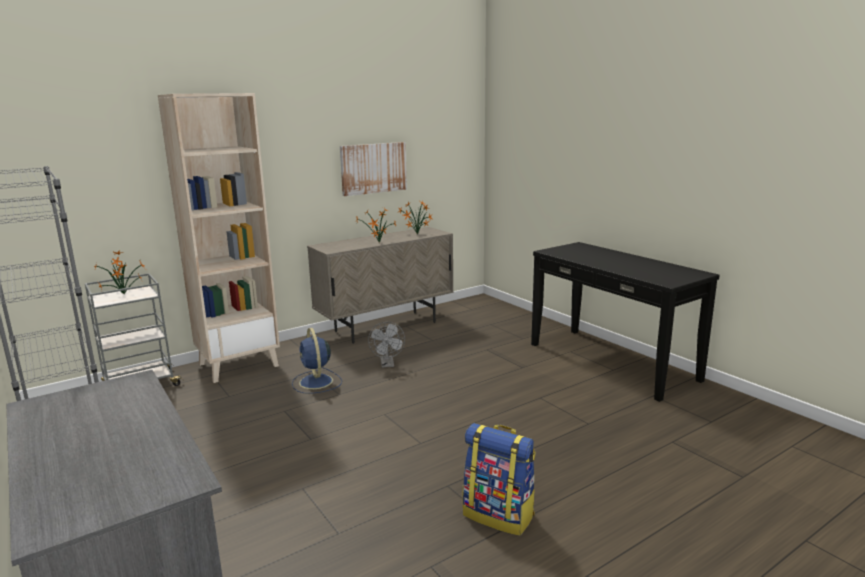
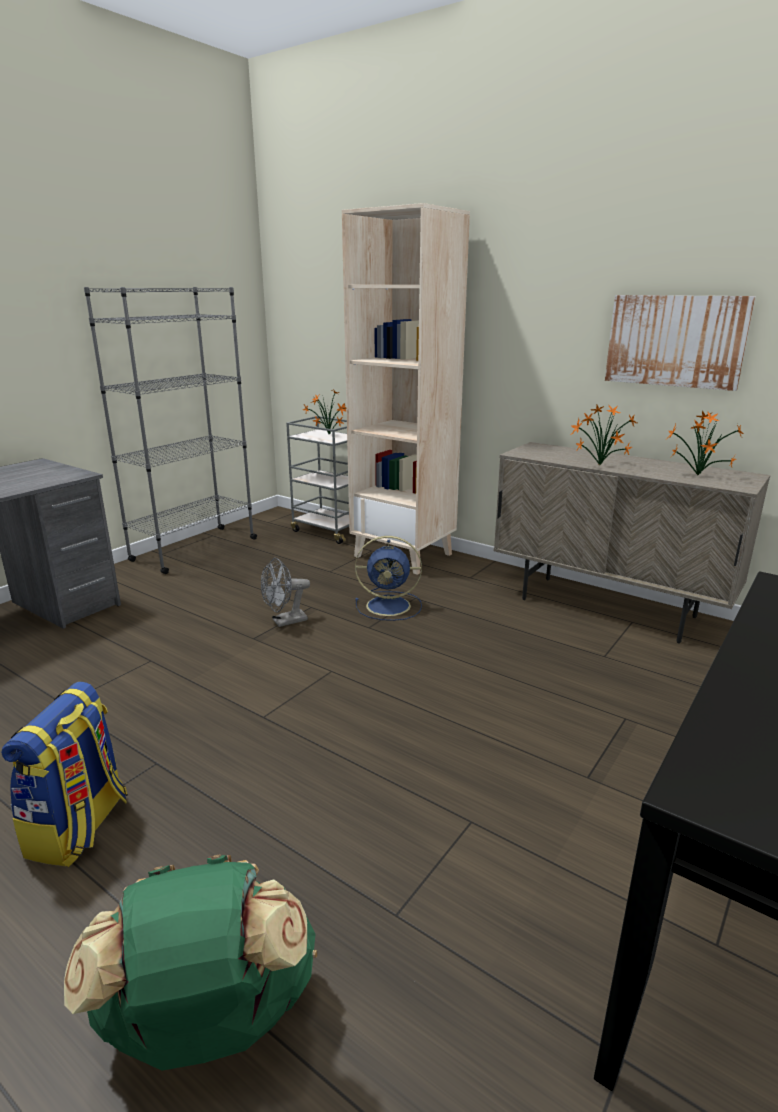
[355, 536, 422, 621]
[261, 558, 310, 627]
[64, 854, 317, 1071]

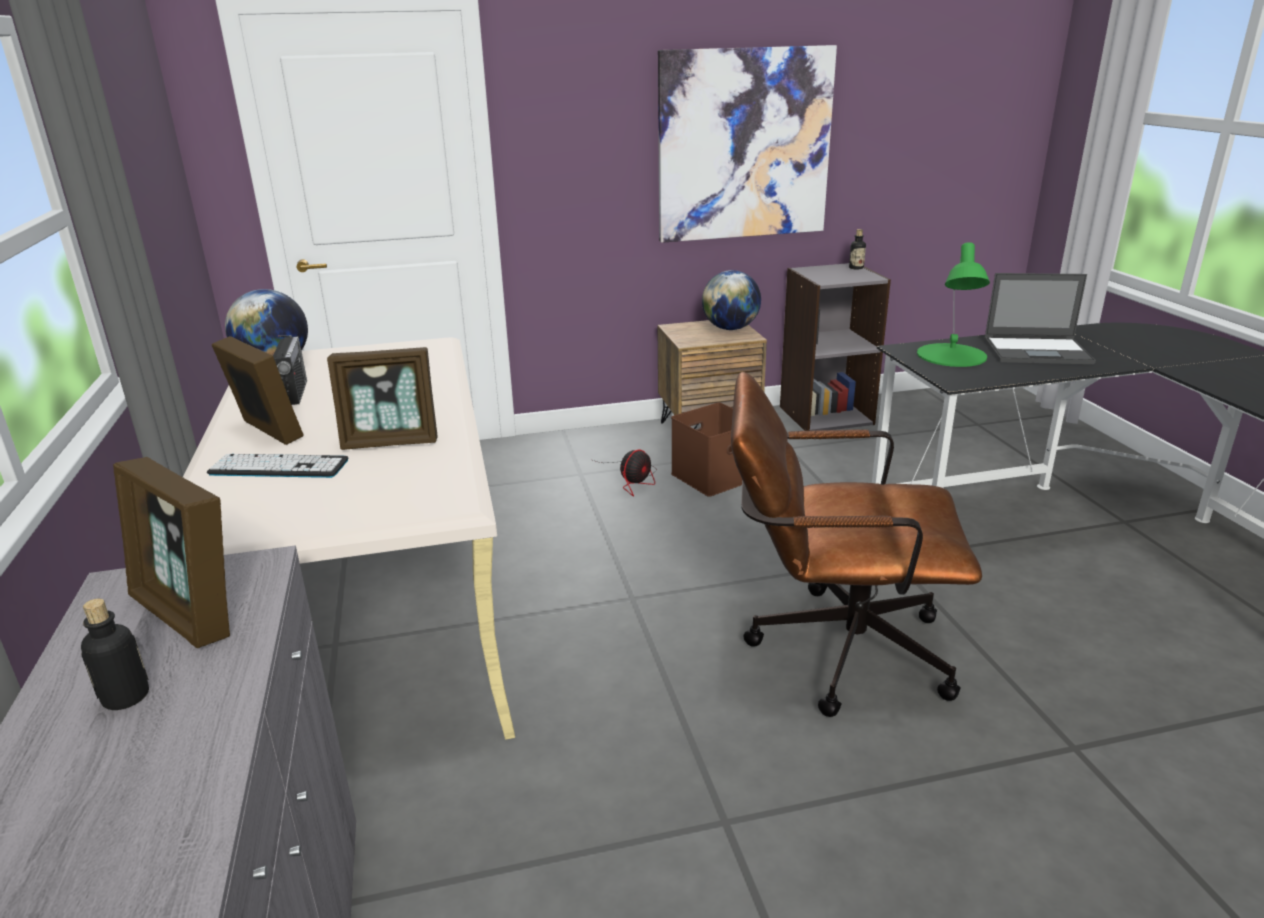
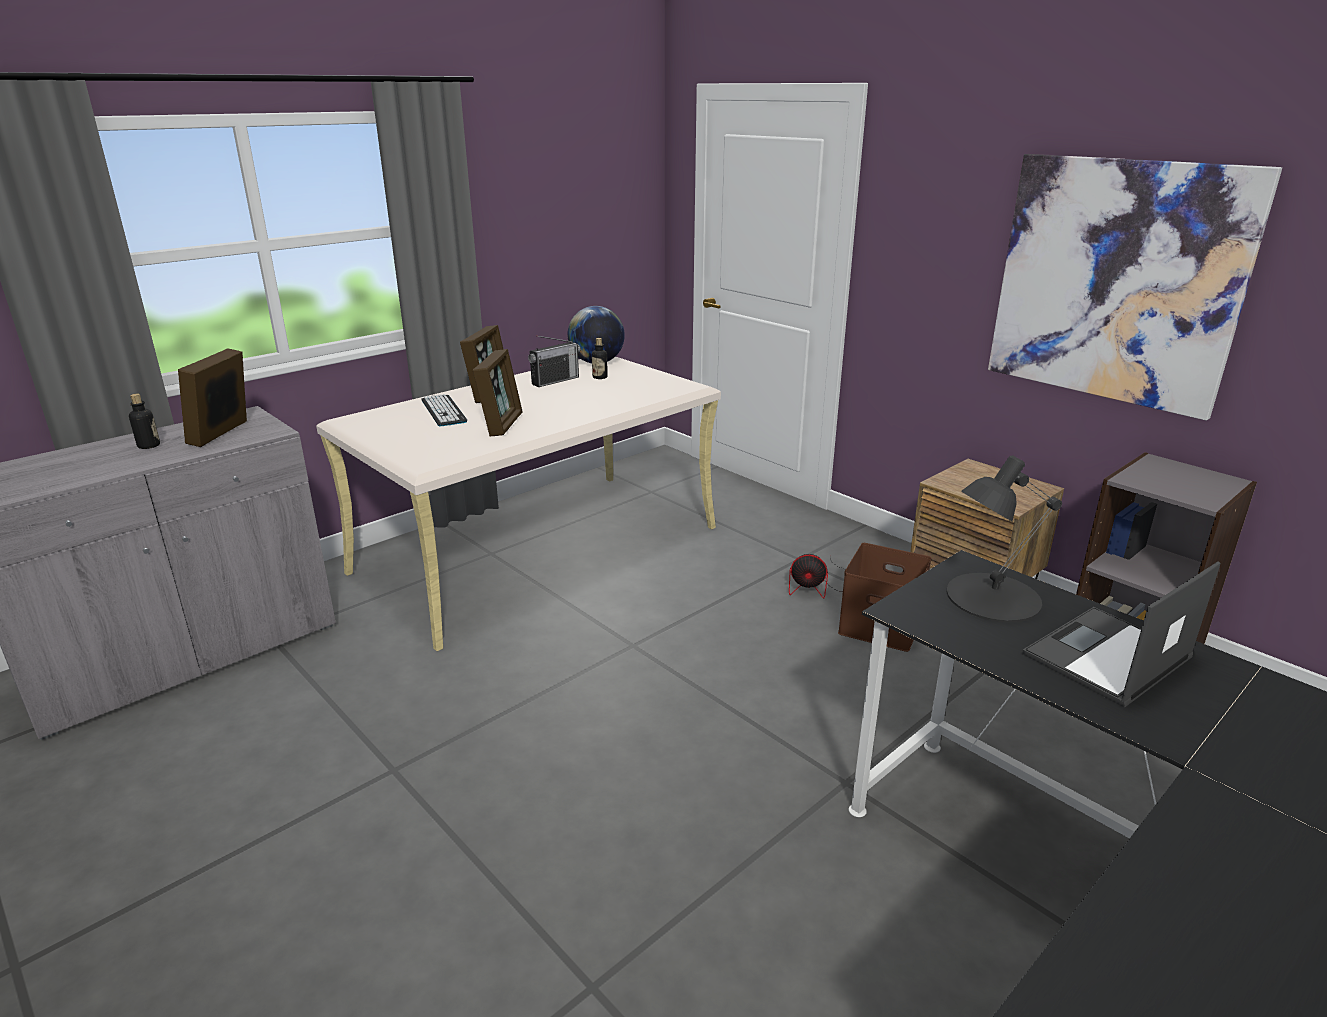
[473, 349, 523, 436]
[702, 270, 761, 330] (first image)
[731, 372, 982, 717] (first image)
[592, 338, 608, 379]
[947, 455, 1062, 623]
[1022, 562, 1221, 708]

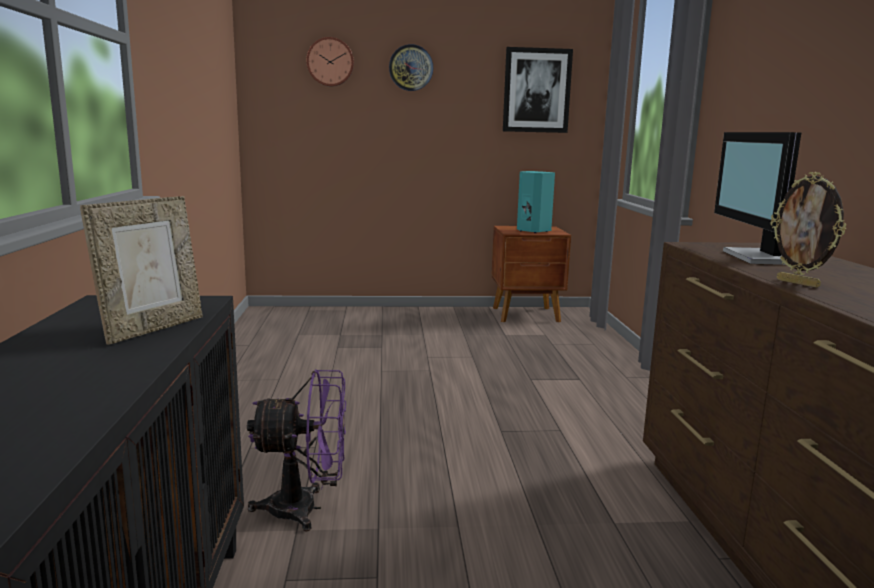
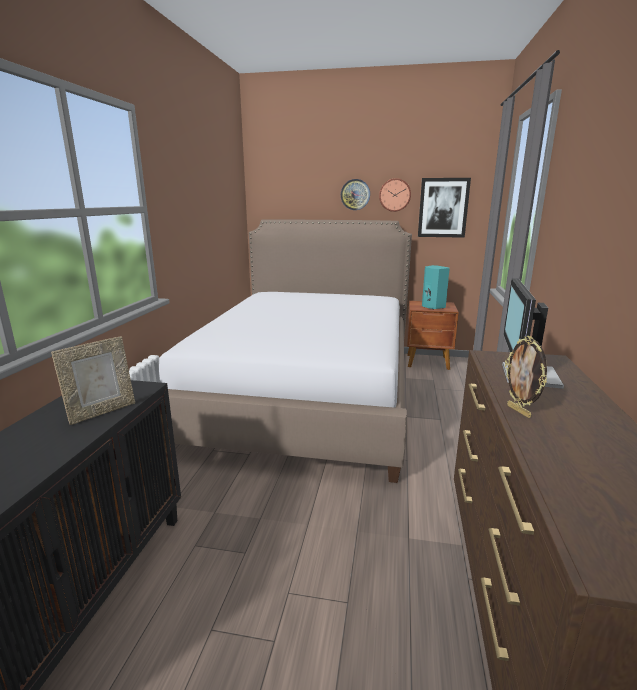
[247, 369, 346, 532] (first image)
[379, 178, 411, 212]
[159, 219, 412, 483]

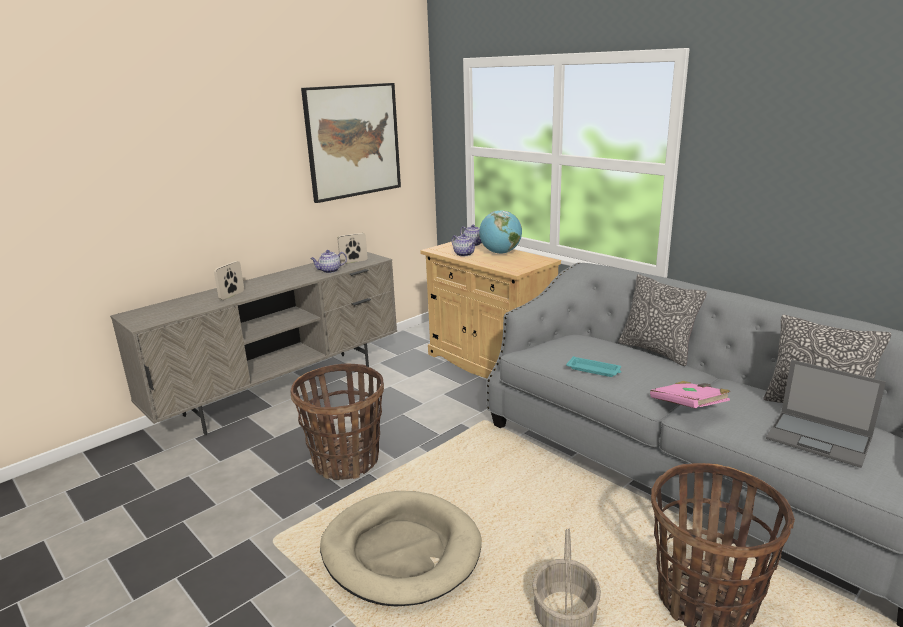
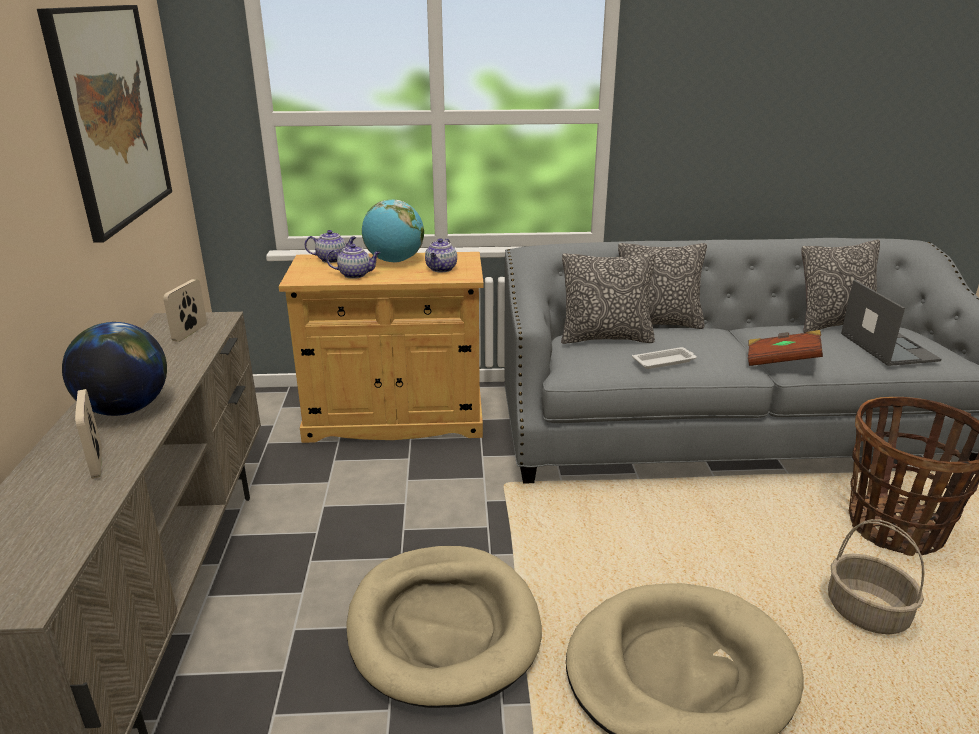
[346, 546, 542, 708]
[425, 238, 457, 272]
[632, 347, 697, 369]
[748, 330, 823, 366]
[841, 280, 941, 366]
[62, 322, 167, 416]
[561, 253, 656, 344]

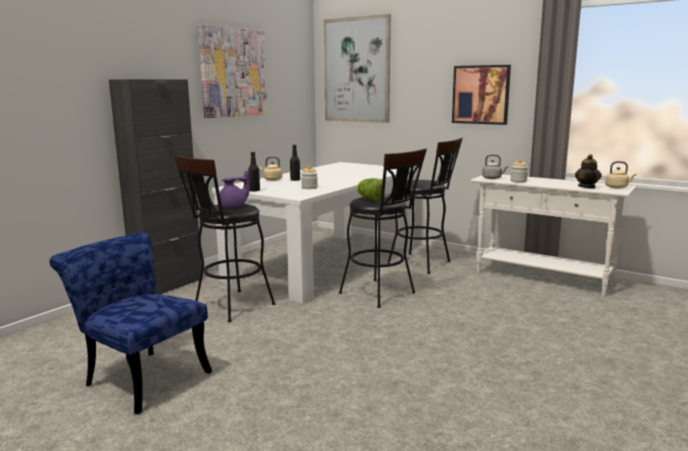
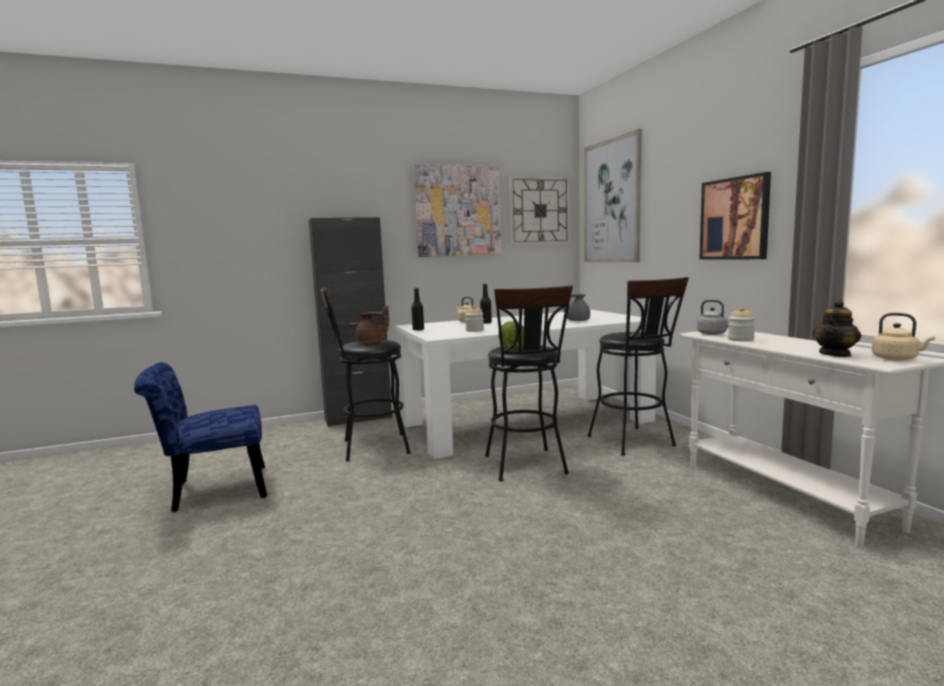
[134, 362, 267, 512]
[356, 305, 389, 343]
[509, 176, 570, 245]
[563, 293, 590, 321]

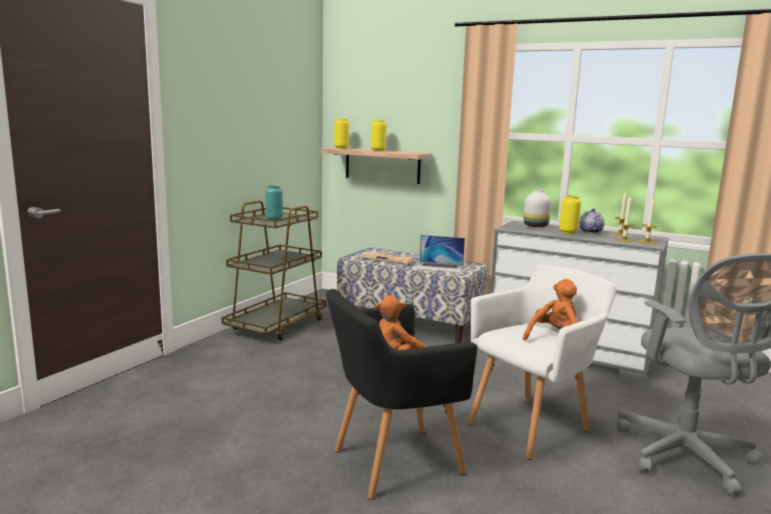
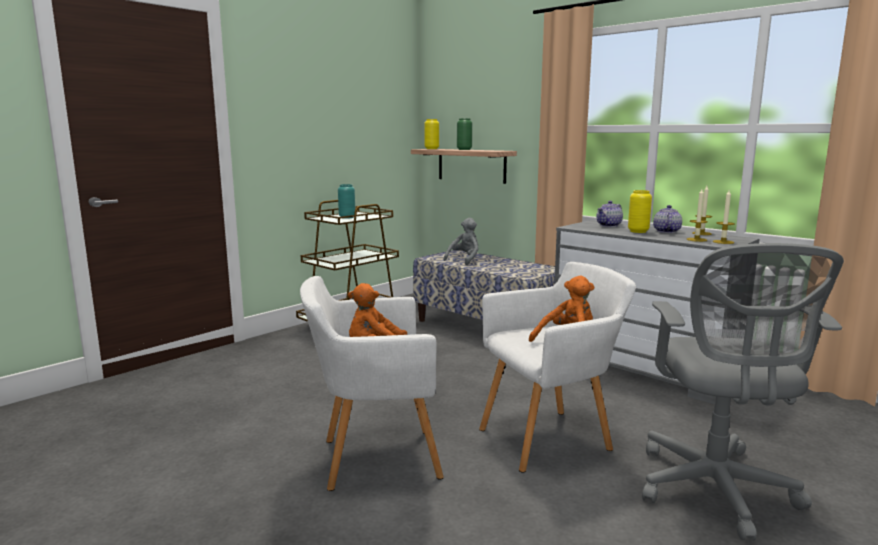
[300, 276, 444, 491]
[443, 218, 479, 265]
[457, 118, 472, 150]
[415, 235, 465, 273] (first image)
[596, 201, 623, 227]

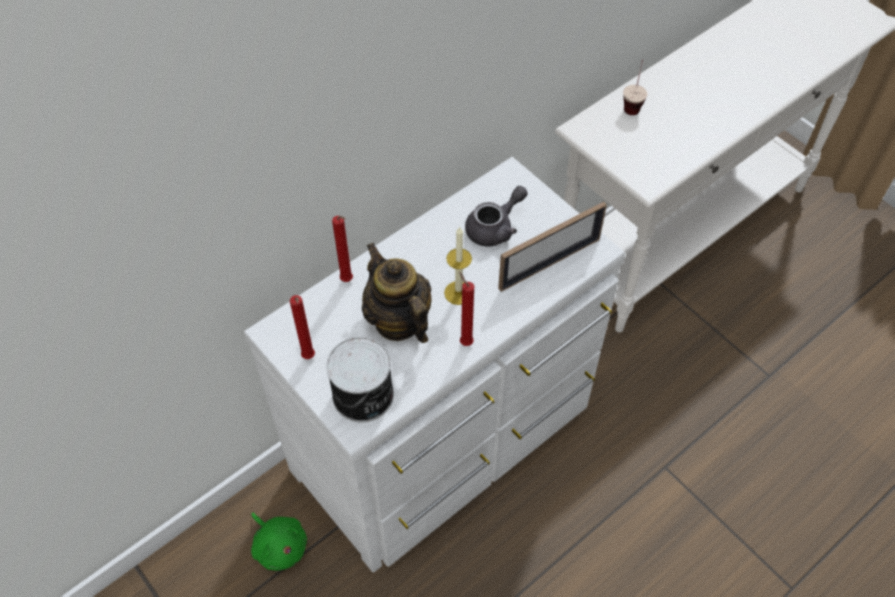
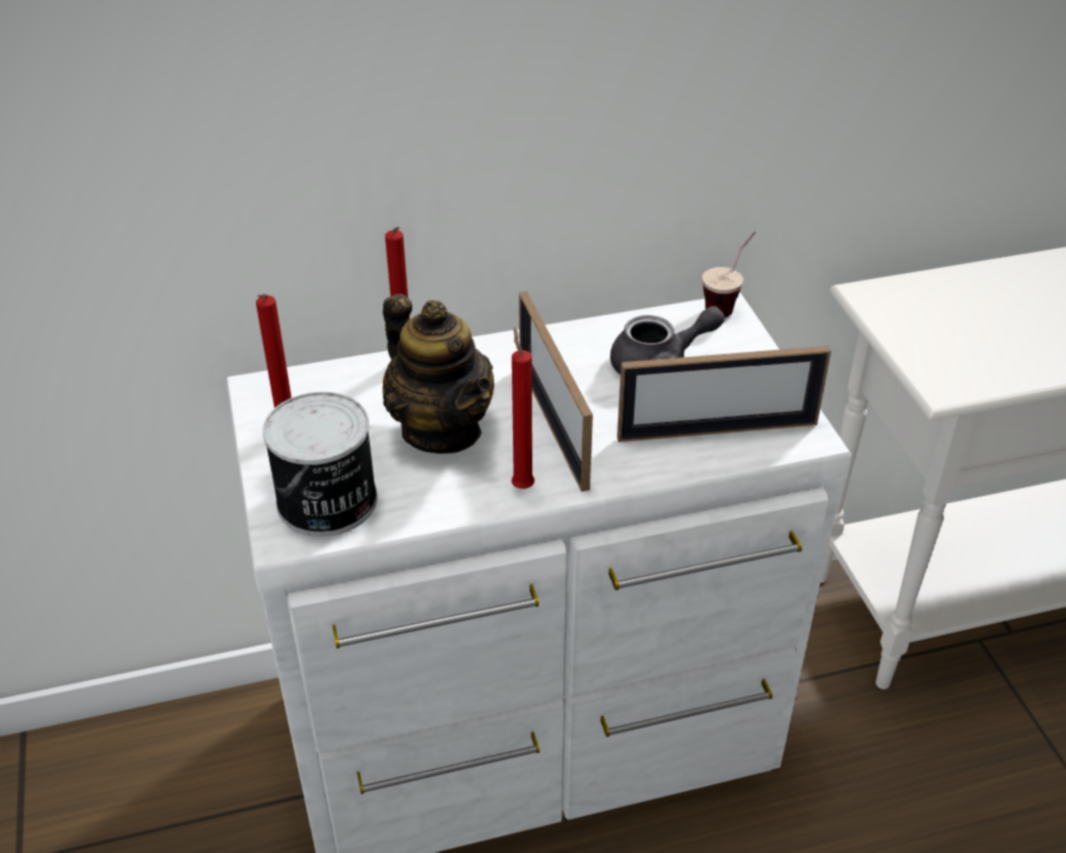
[251, 513, 307, 571] (first image)
[383, 294, 494, 454]
[519, 291, 593, 492]
[702, 232, 756, 318]

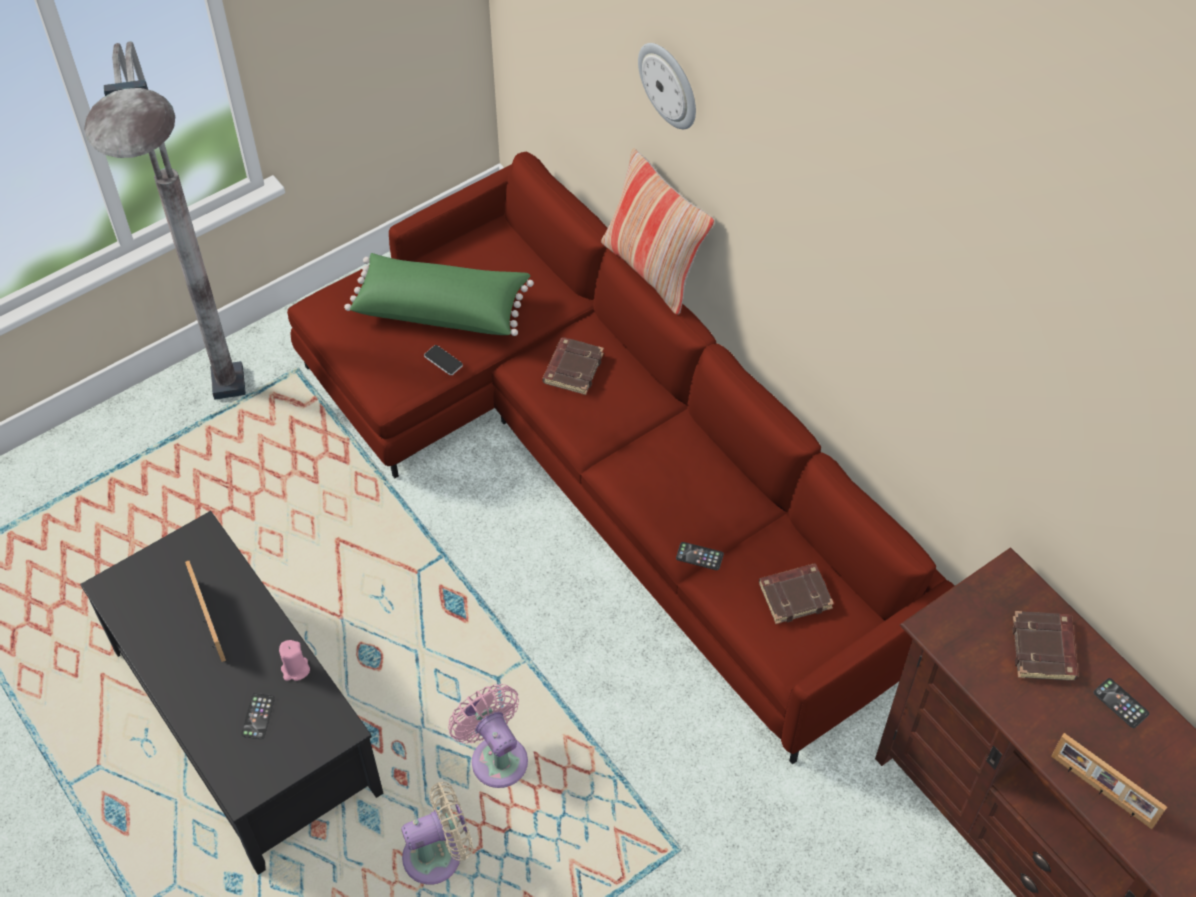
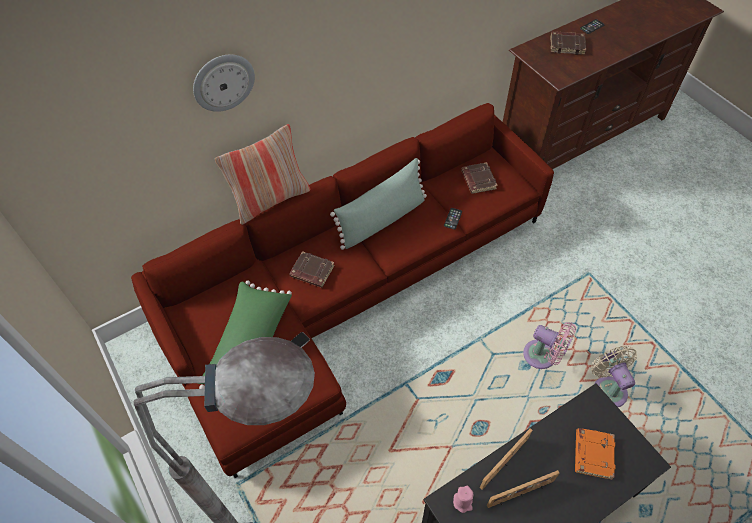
[575, 428, 615, 480]
[453, 486, 473, 513]
[523, 322, 576, 369]
[480, 428, 532, 490]
[330, 158, 427, 250]

